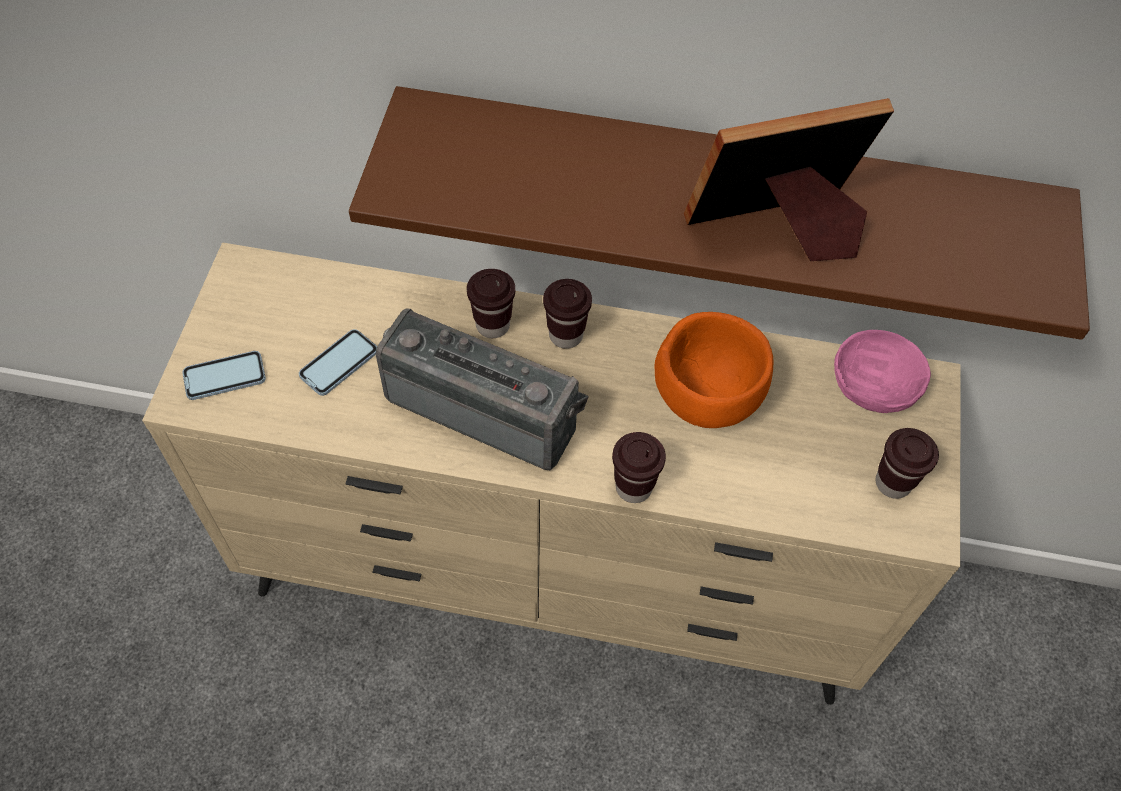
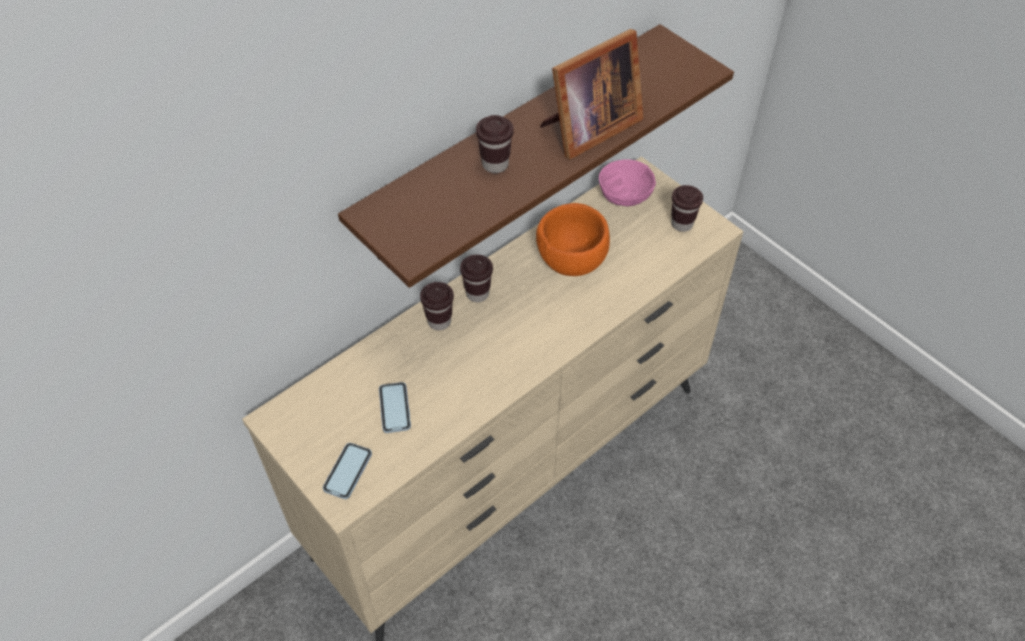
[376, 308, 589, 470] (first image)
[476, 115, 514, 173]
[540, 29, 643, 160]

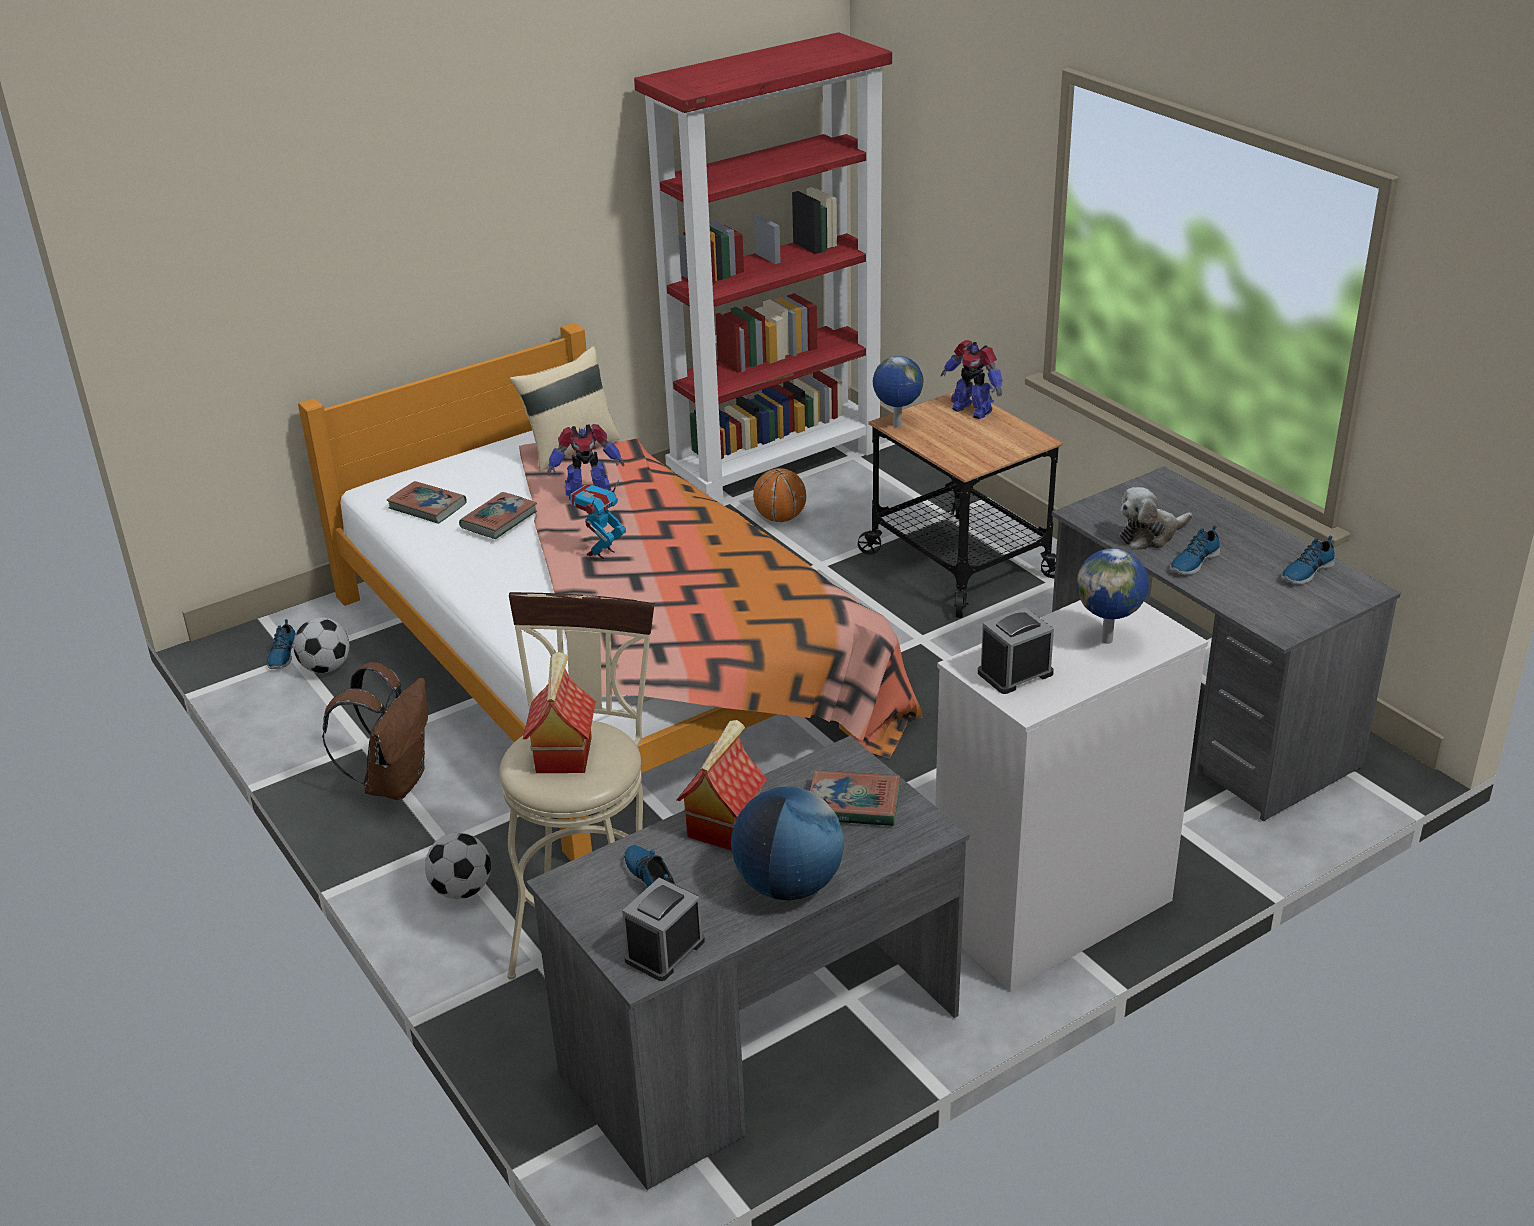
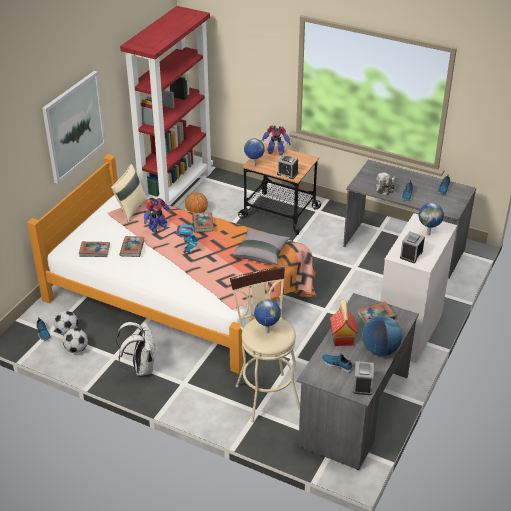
[116, 322, 156, 376]
[63, 328, 88, 353]
[254, 299, 281, 333]
[42, 71, 106, 184]
[192, 212, 214, 232]
[233, 229, 290, 265]
[277, 155, 299, 179]

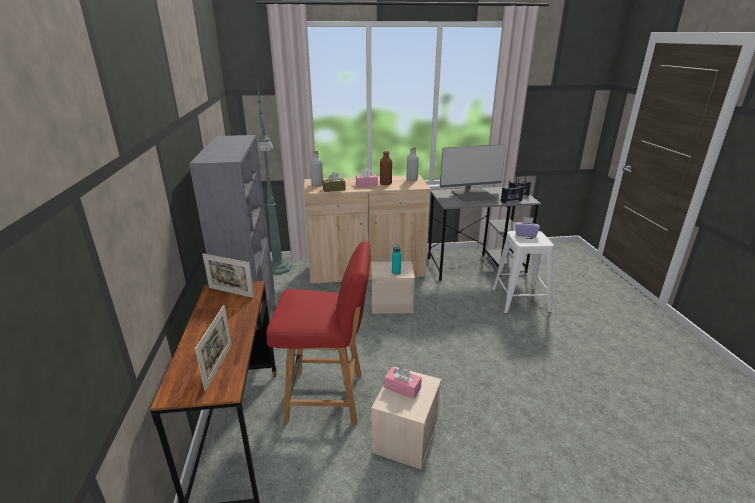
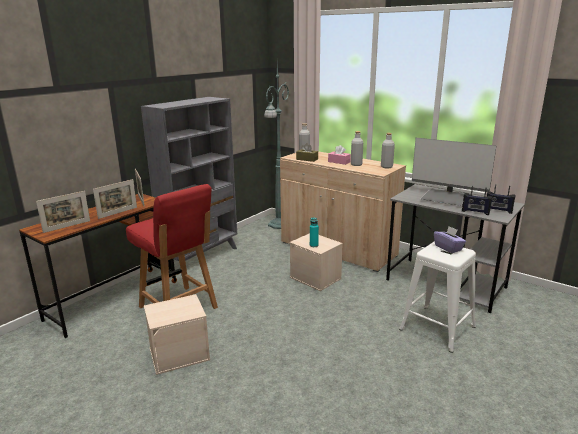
[351, 131, 363, 166]
[384, 367, 422, 399] (first image)
[93, 179, 137, 219]

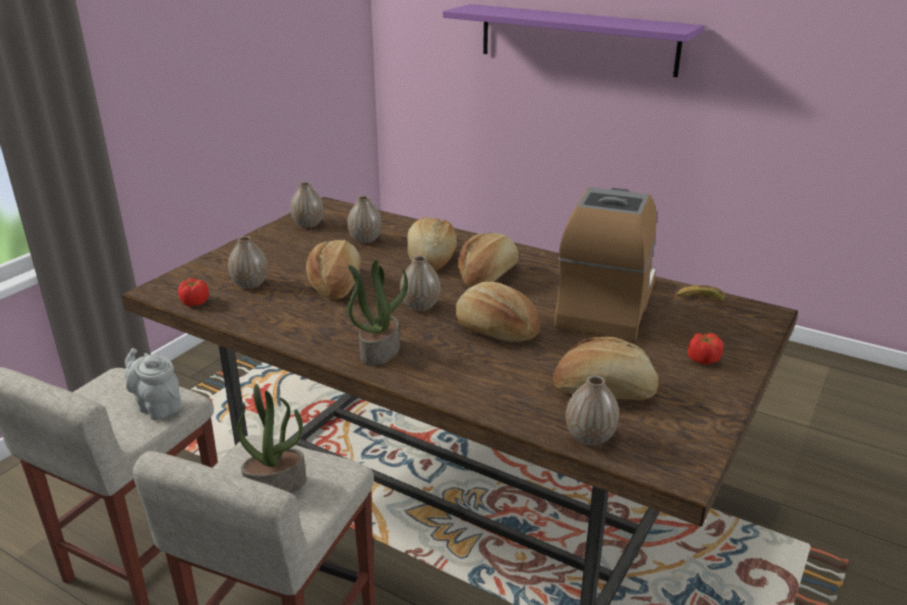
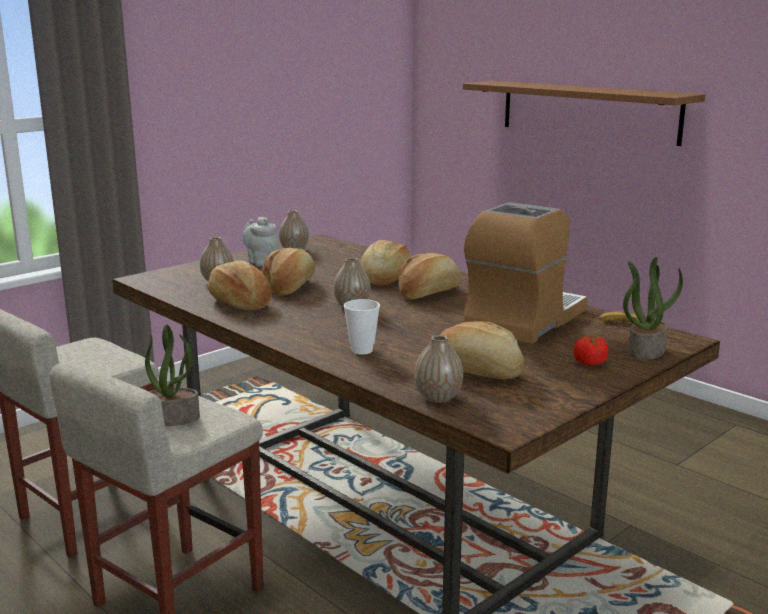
[243, 217, 278, 266]
[178, 278, 209, 307] (first image)
[347, 196, 382, 244] (first image)
[623, 257, 683, 360]
[463, 81, 705, 146]
[208, 261, 272, 310]
[344, 299, 380, 355]

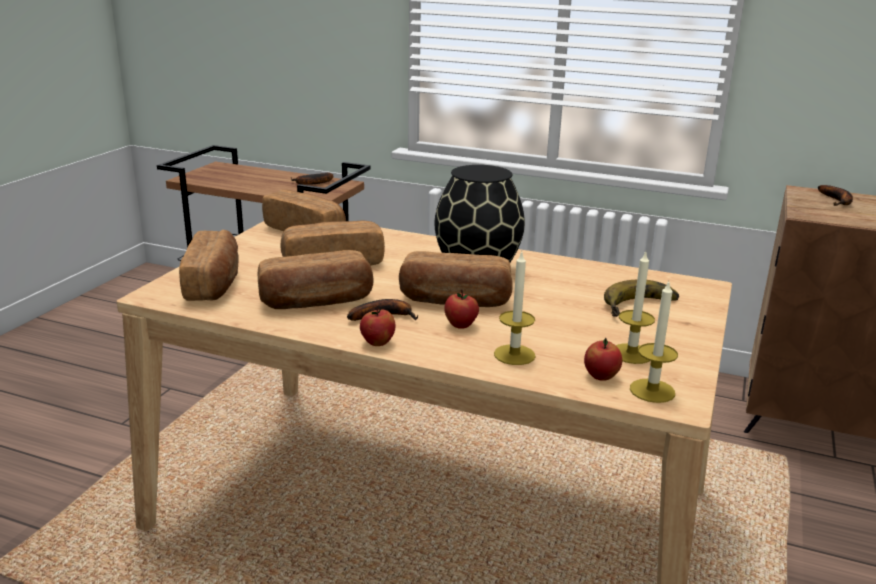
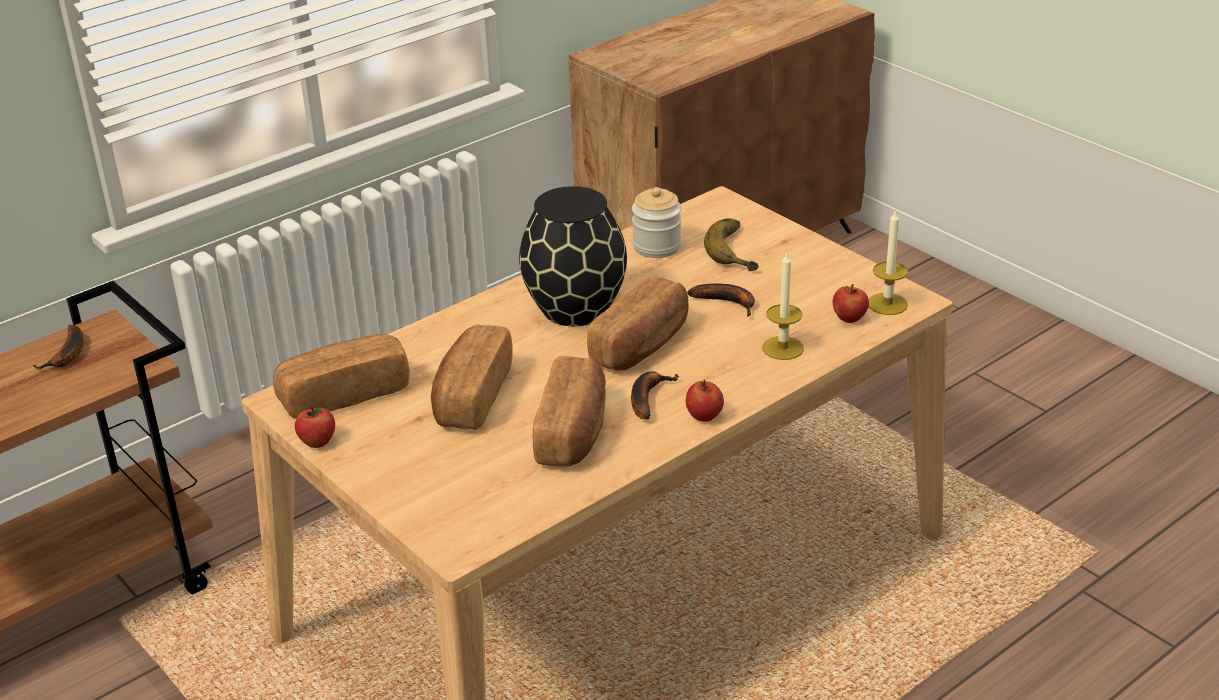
[179, 230, 239, 301] (first image)
[295, 406, 335, 448]
[616, 252, 655, 364] (first image)
[687, 284, 755, 317]
[632, 187, 682, 258]

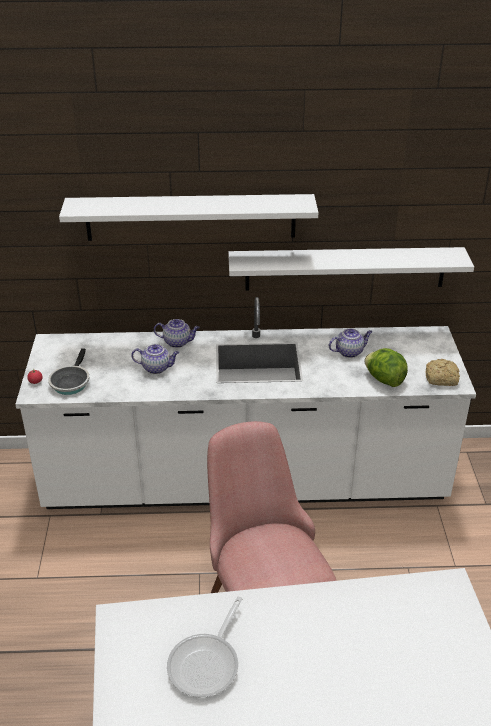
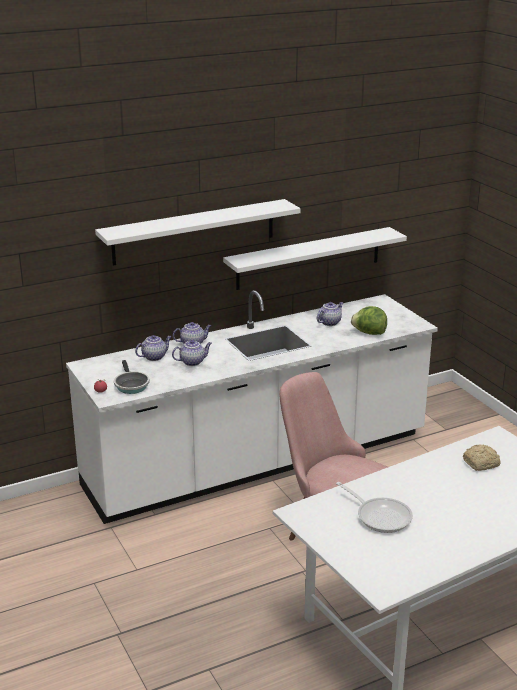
[336, 482, 413, 533]
[463, 444, 501, 471]
[135, 335, 172, 361]

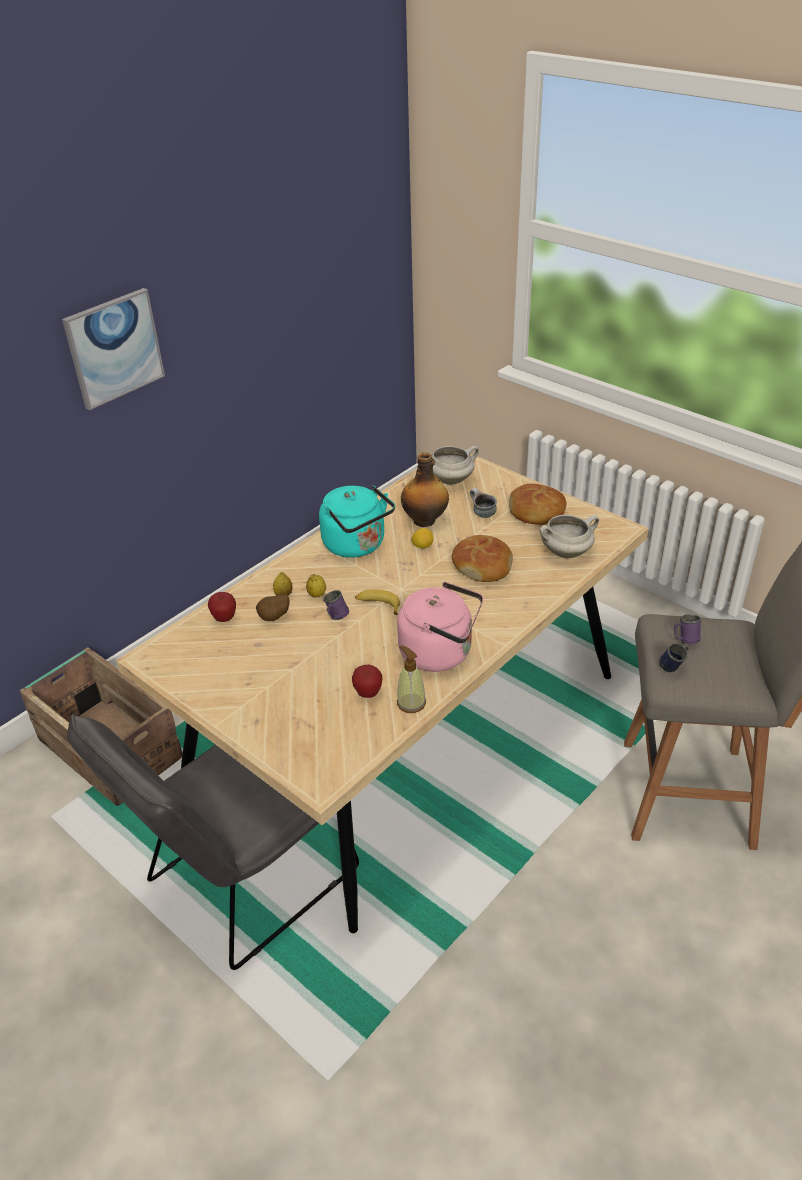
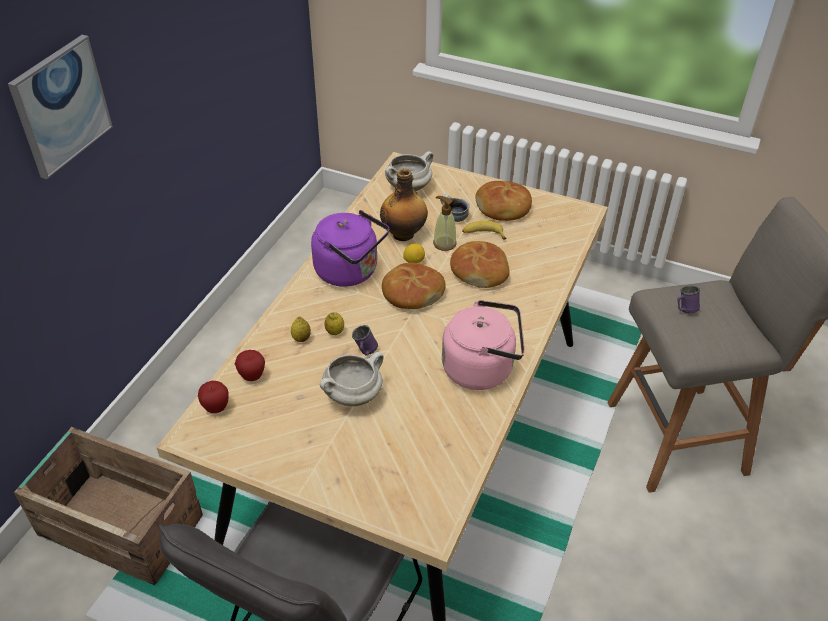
[256, 595, 290, 621] (first image)
[311, 210, 389, 287]
[198, 381, 229, 413]
[462, 221, 507, 240]
[433, 196, 457, 251]
[320, 352, 384, 406]
[659, 643, 688, 672] (first image)
[382, 263, 446, 309]

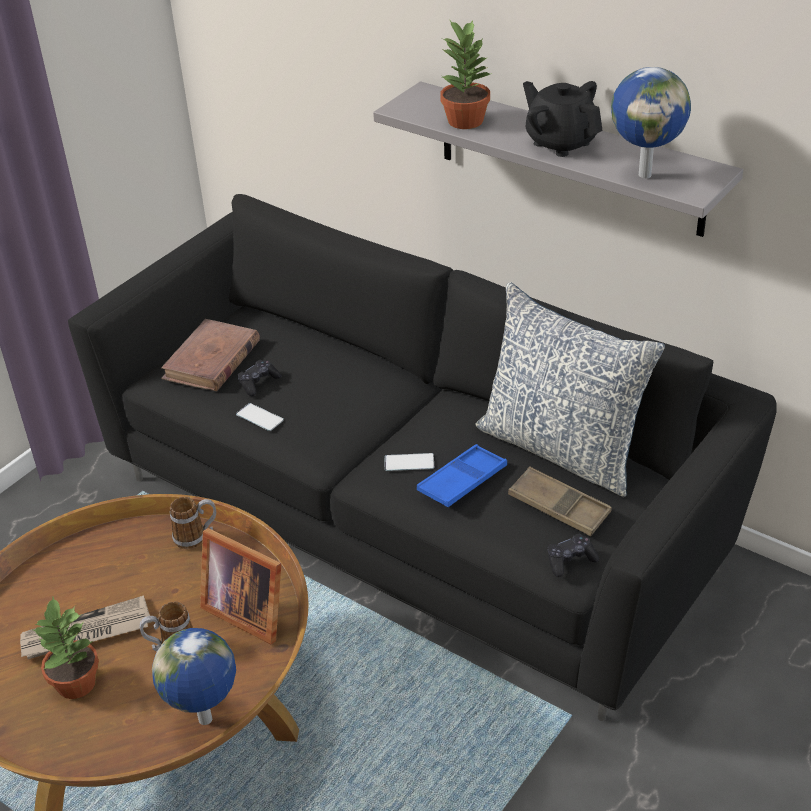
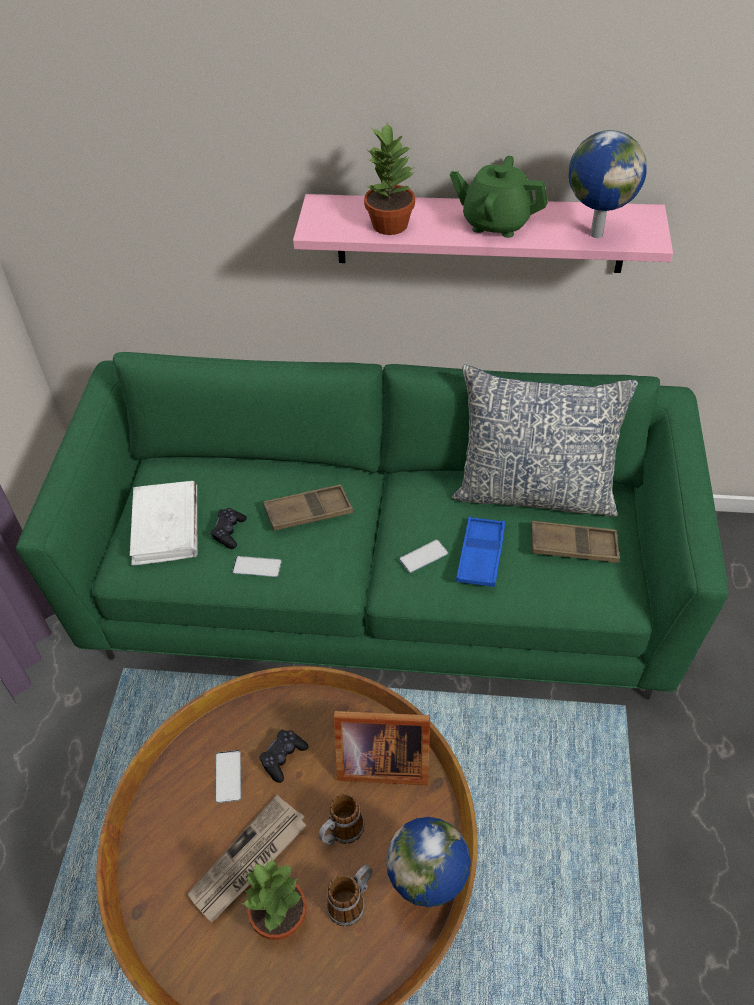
[16, 352, 728, 700]
[130, 481, 197, 566]
[327, 865, 372, 926]
[293, 194, 673, 273]
[450, 156, 548, 238]
[259, 730, 309, 783]
[216, 750, 241, 803]
[263, 484, 353, 531]

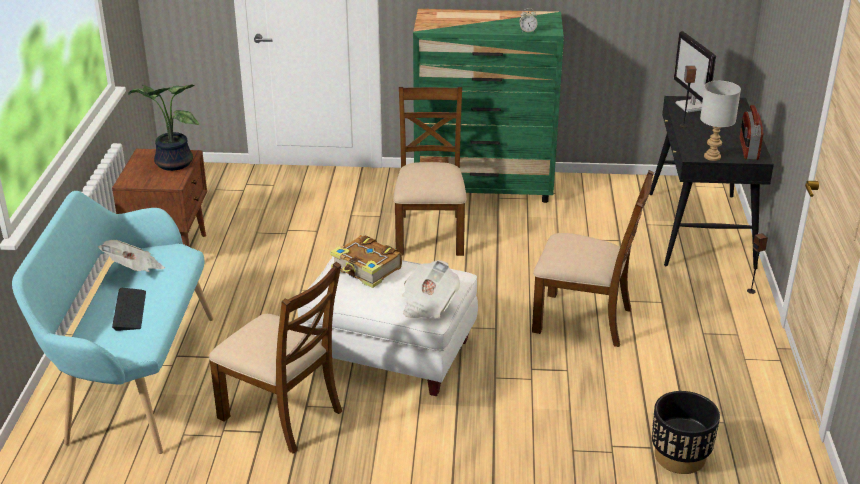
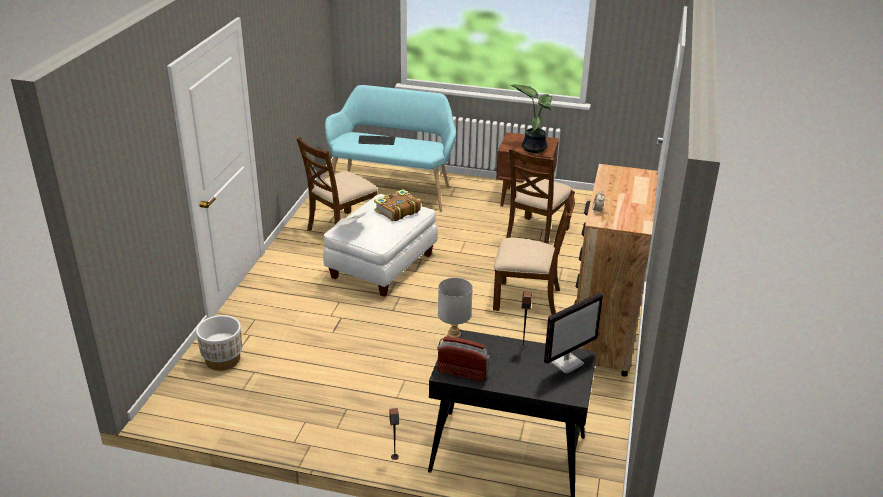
[98, 240, 165, 272] (first image)
[574, 164, 658, 377]
[506, 147, 573, 244]
[196, 315, 242, 371]
[544, 292, 603, 373]

